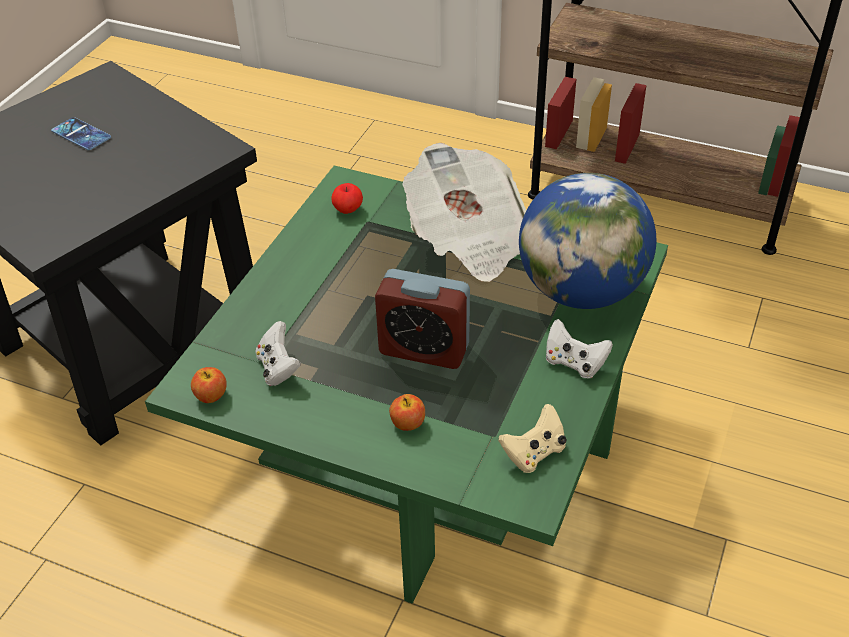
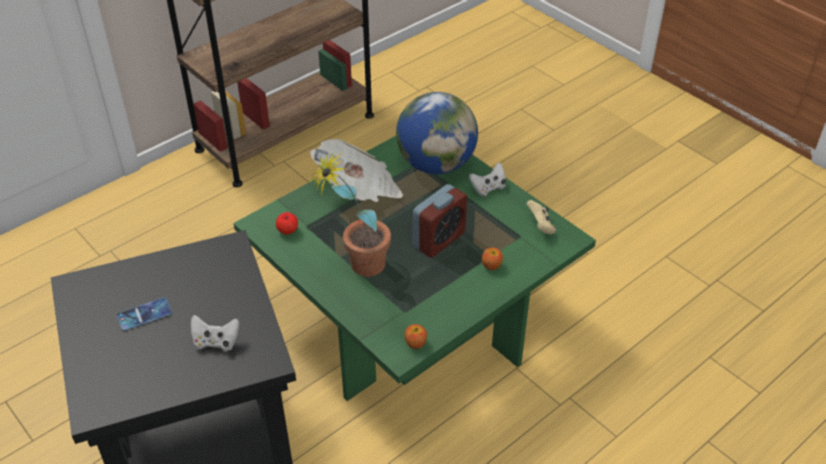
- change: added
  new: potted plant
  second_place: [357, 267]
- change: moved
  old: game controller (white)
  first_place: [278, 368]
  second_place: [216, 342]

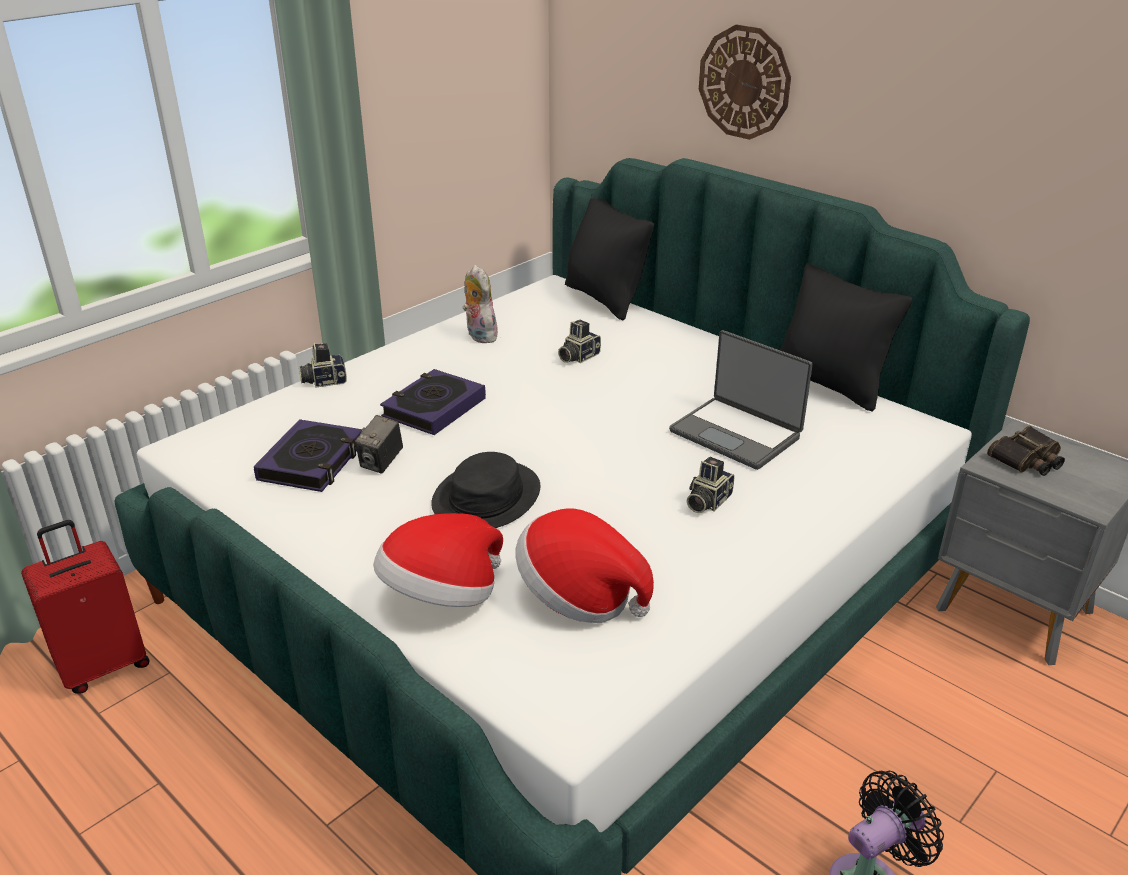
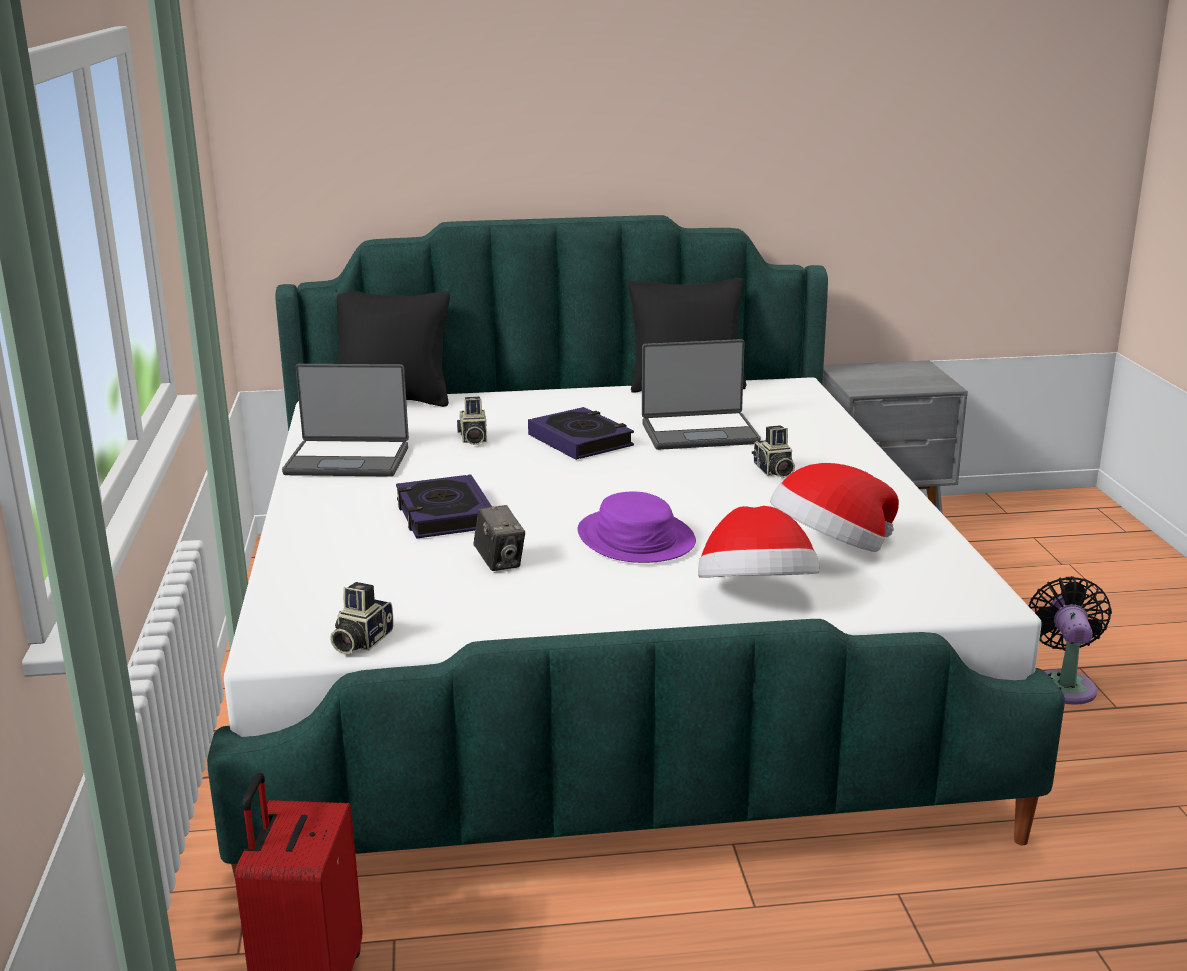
- change: removed
  old: wall clock
  first_place: [744, 82]
- change: removed
  old: binoculars
  first_place: [1027, 459]
- change: moved
  old: book
  first_place: [312, 462]
  second_place: [580, 441]
- change: moved
  old: photo camera
  first_place: [324, 381]
  second_place: [360, 641]
- change: replaced
  old: plush toy
  new: laptop
  first_place: [479, 336]
  second_place: [348, 460]
- change: recoloured
  old: hat (black)
  new: hat (purple)
  first_place: [486, 497]
  second_place: [635, 538]

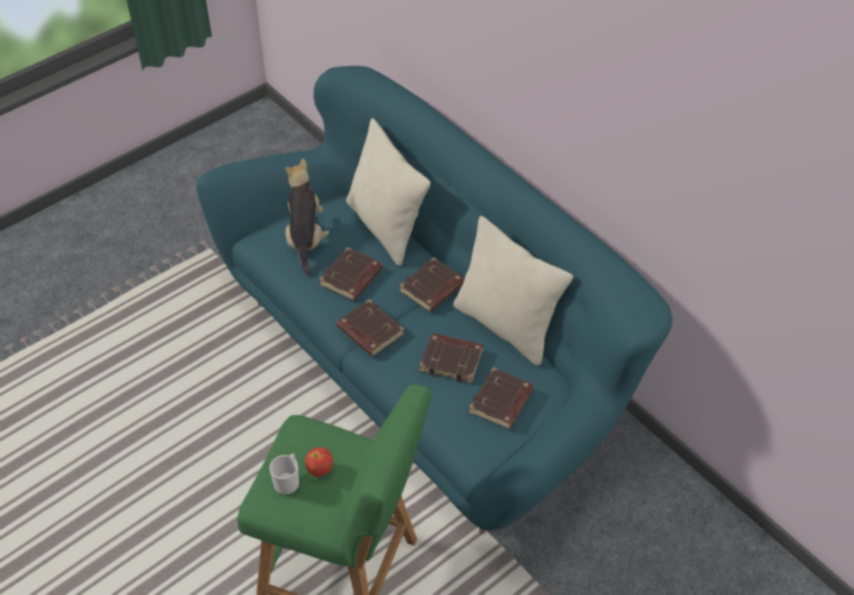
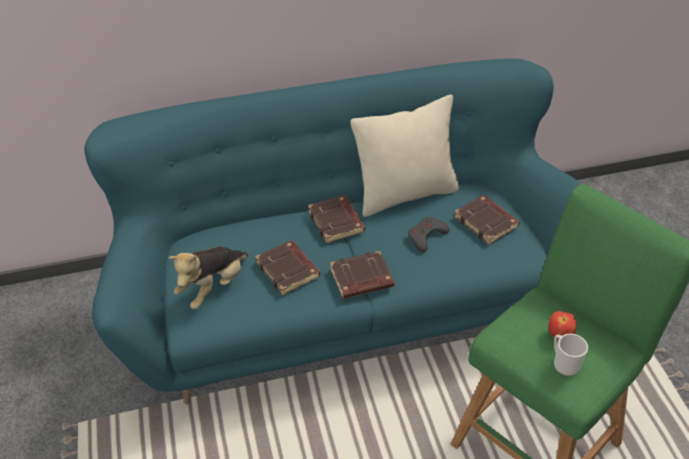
- change: removed
  old: pillow (beige)
  first_place: [386, 227]
- change: replaced
  old: book (brown)
  new: game controller (grey)
  first_place: [452, 360]
  second_place: [426, 236]
- change: turned
  old: plush toy
  first_place: [306, 238]
  second_place: [213, 288]
  degrees: -75

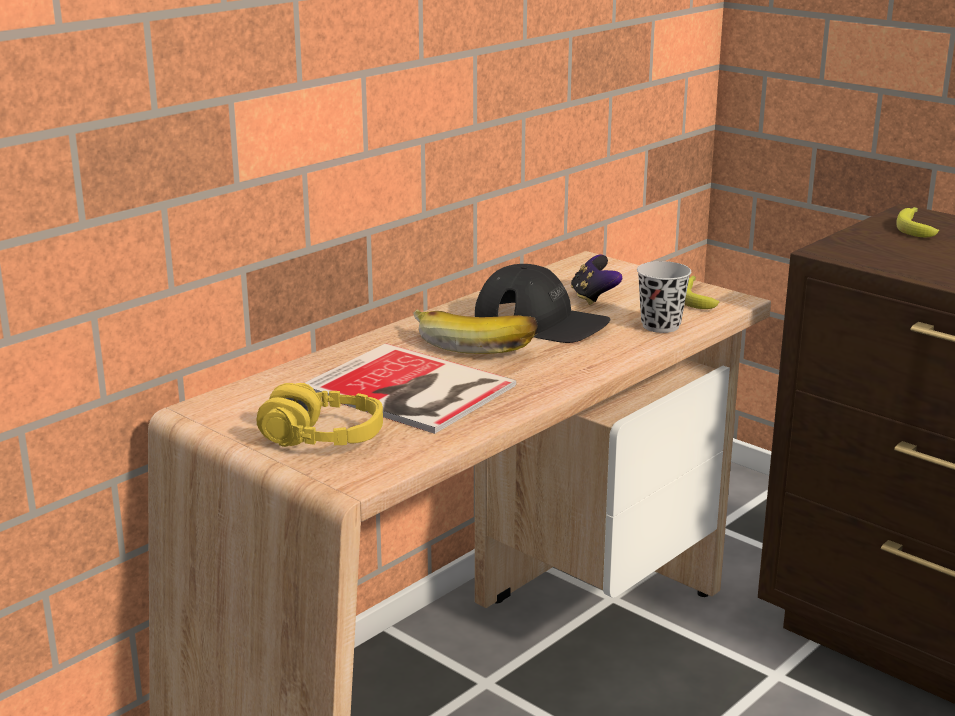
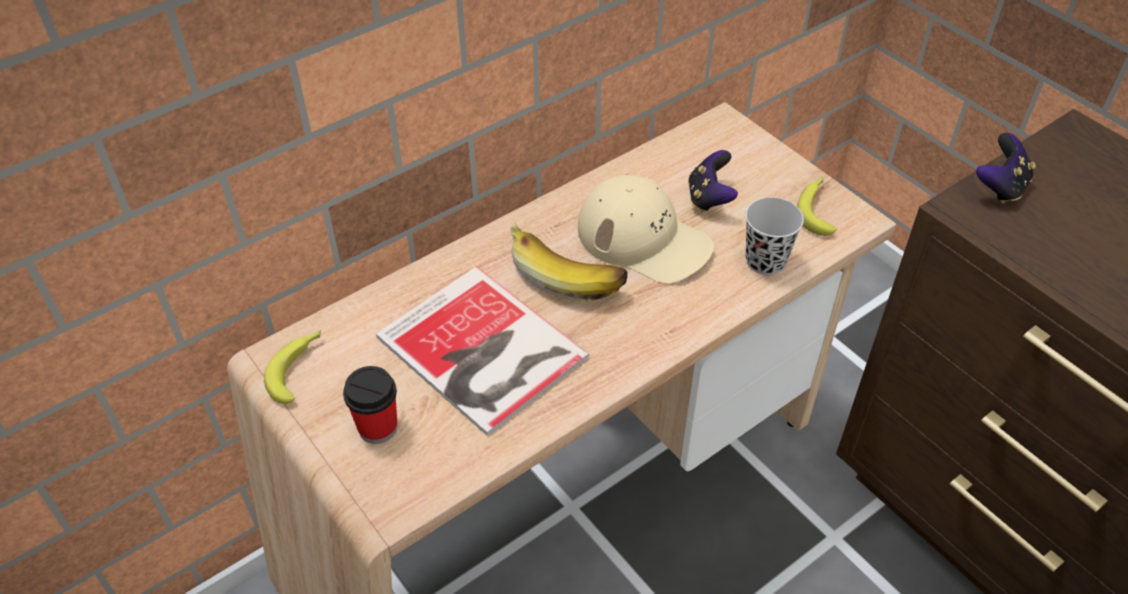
- change: added
  new: game controller
  second_place: [1000, 187]
- change: moved
  old: banana
  first_place: [916, 227]
  second_place: [298, 369]
- change: replaced
  old: headphones (yellow)
  new: cup
  first_place: [322, 437]
  second_place: [378, 427]
- change: recoloured
  old: cap (black)
  new: cap (beige)
  first_place: [541, 322]
  second_place: [644, 239]

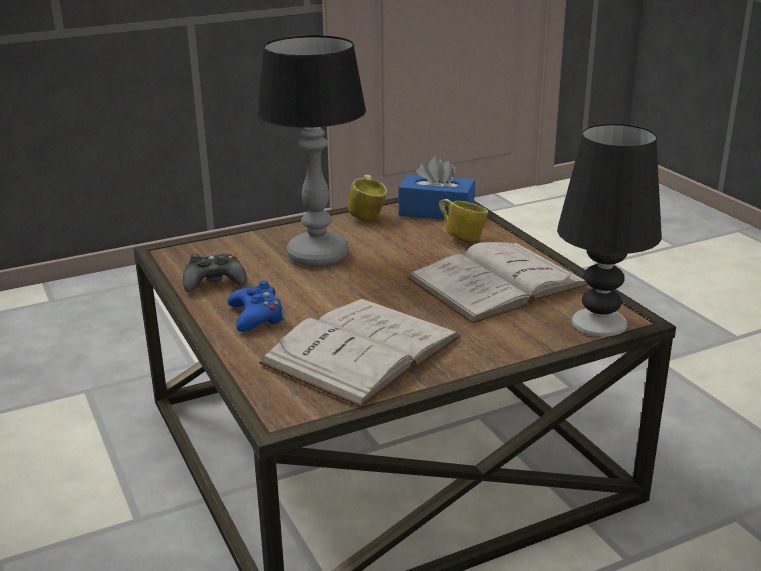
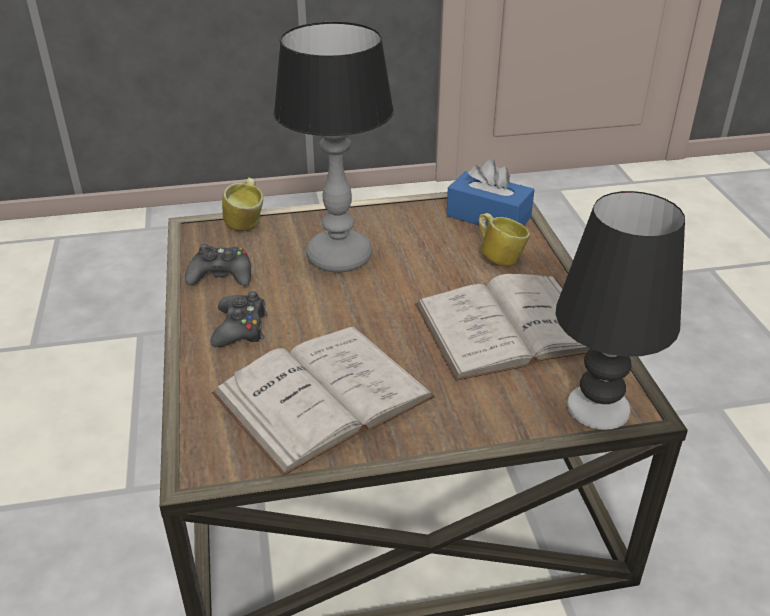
- change: moved
  old: mug
  first_place: [368, 215]
  second_place: [247, 223]
- change: recoloured
  old: game controller (blue)
  new: game controller (black)
  first_place: [256, 316]
  second_place: [240, 328]

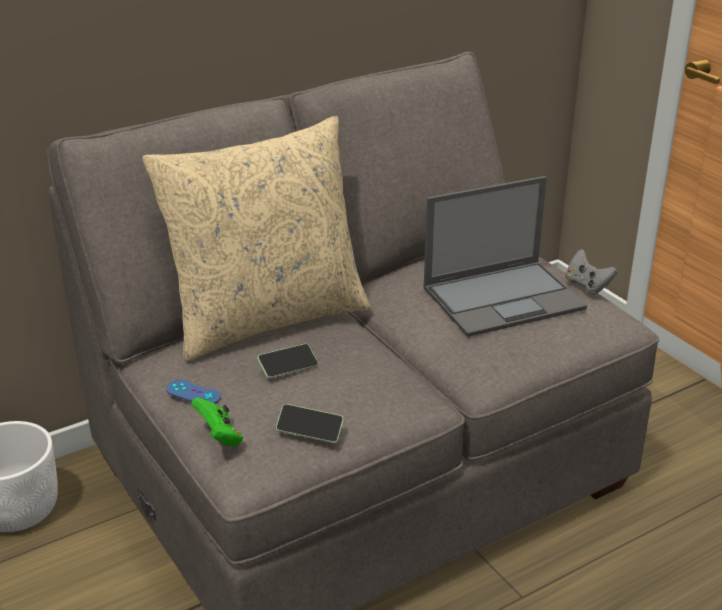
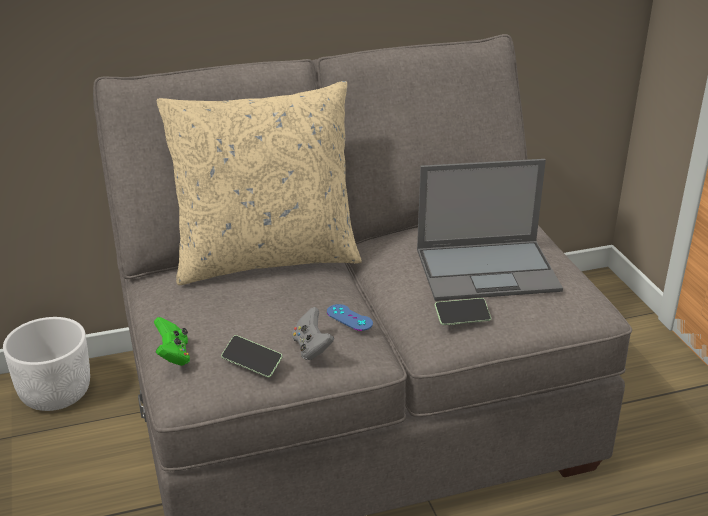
- change: moved
  old: game controller (blue)
  first_place: [193, 393]
  second_place: [349, 318]
- change: moved
  old: phone
  first_place: [288, 368]
  second_place: [462, 318]
- change: moved
  old: game controller (grey)
  first_place: [587, 285]
  second_place: [311, 348]

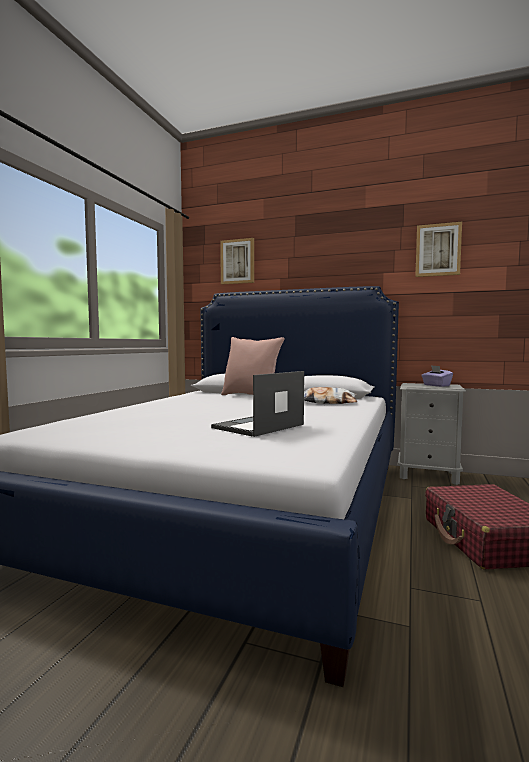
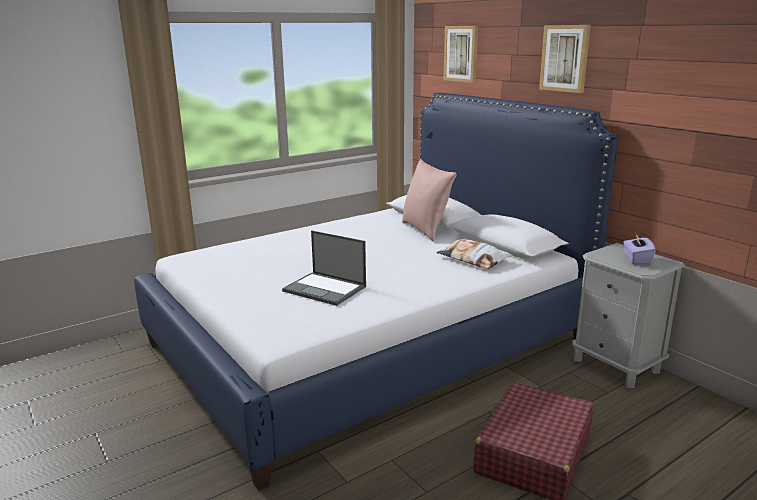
- change: moved
  old: picture
  first_place: [438, 250]
  second_place: [565, 58]
- change: turned
  old: laptop
  first_place: [258, 426]
  second_place: [325, 289]
  degrees: -135

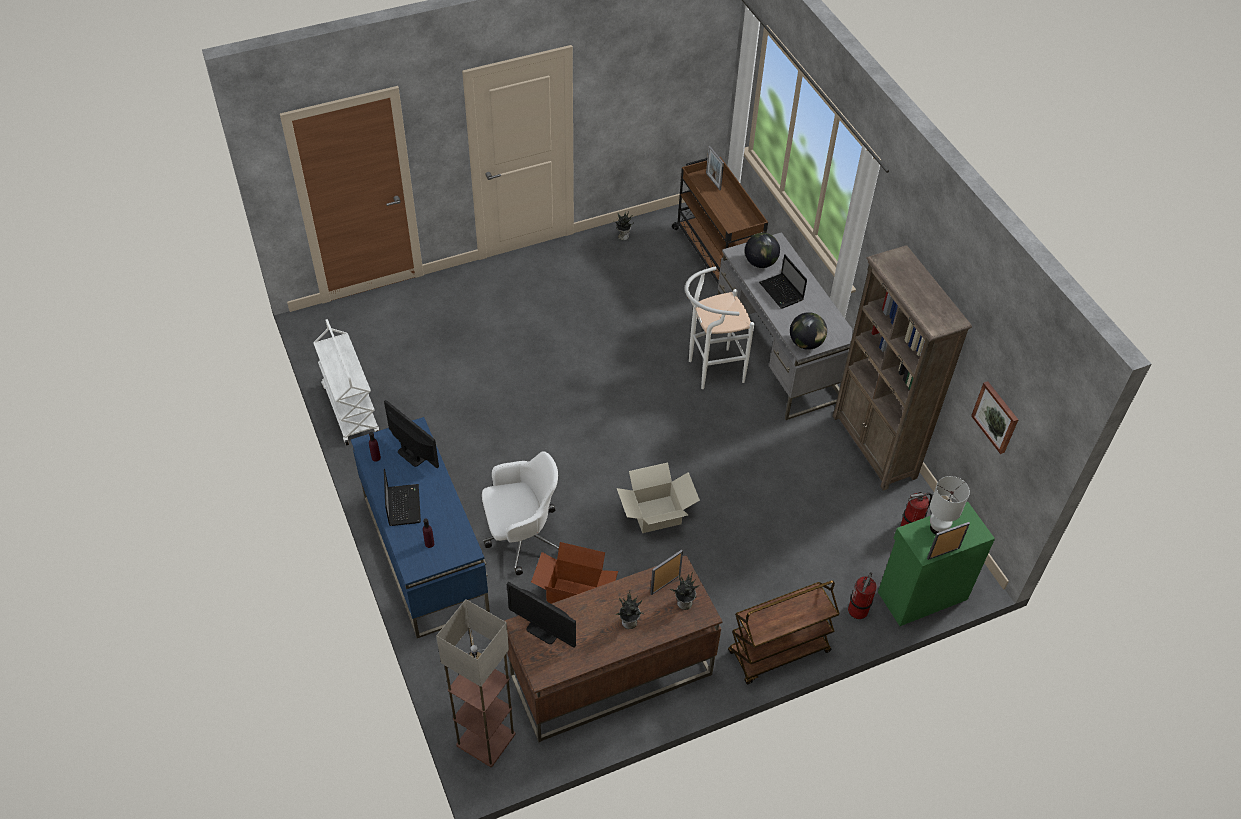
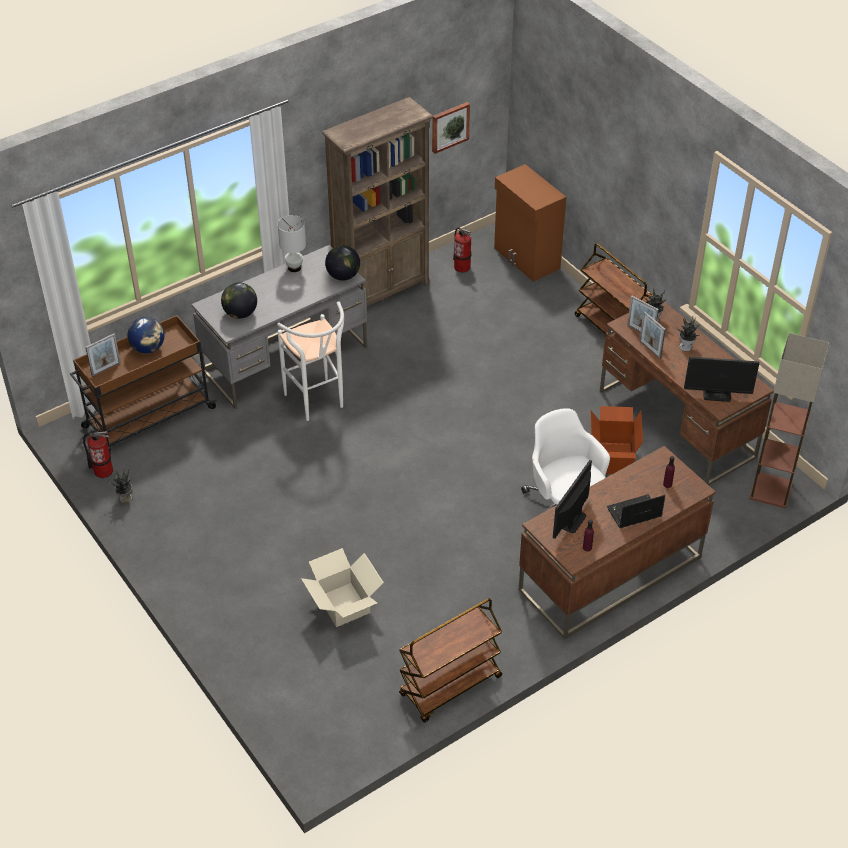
- change: removed
  old: laptop
  first_place: [782, 292]
- change: added
  new: globe
  second_place: [148, 348]
- change: moved
  old: cardboard box
  first_place: [656, 514]
  second_place: [343, 605]
- change: moved
  old: fire extinguisher
  first_place: [858, 610]
  second_place: [103, 471]
- change: moved
  old: picture frame
  first_place: [943, 553]
  second_place: [650, 349]
- change: moved
  old: table lamp (white)
  first_place: [937, 528]
  second_place: [294, 268]
- change: recoloured
  old: cart (white)
  new: cart (brown)
  first_place: [350, 410]
  second_place: [450, 687]
- change: recoloured
  old: desk (blue)
  new: desk (brown)
  first_place: [425, 554]
  second_place: [609, 574]
- change: recoloured
  old: cabinet (green)
  new: cabinet (brown)
  first_place: [921, 594]
  second_place: [526, 259]
- change: turned
  old: monitor
  first_place: [544, 630]
  second_place: [717, 394]
  degrees: 75

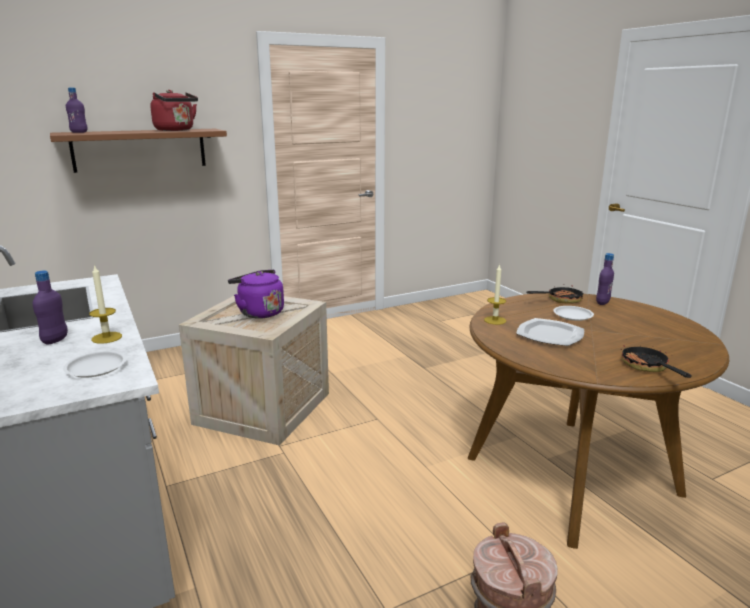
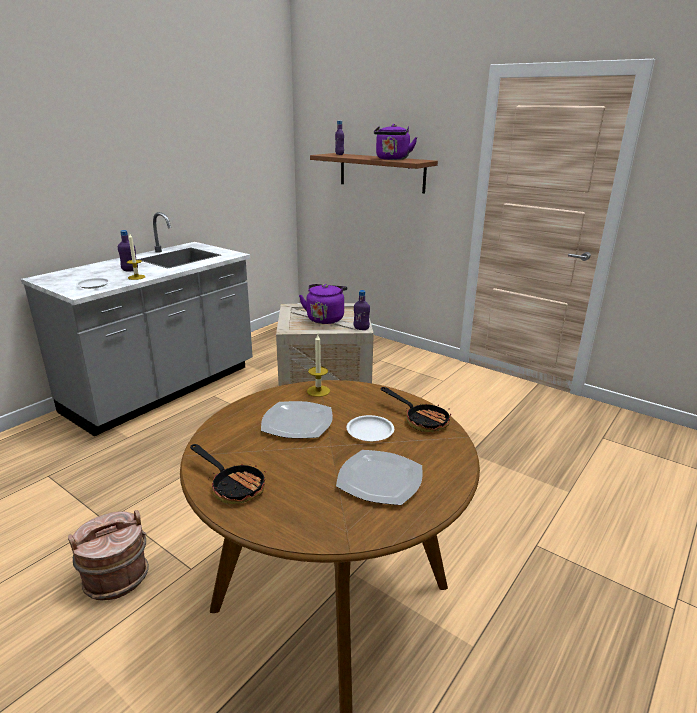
- change: added
  new: plate
  second_place: [380, 480]
- change: moved
  old: bottle (purple)
  first_place: [602, 302]
  second_place: [361, 329]
- change: recoloured
  old: kettle (red)
  new: kettle (purple)
  first_place: [176, 130]
  second_place: [392, 159]
- change: turned
  old: frying pan
  first_place: [648, 368]
  second_place: [233, 486]
  degrees: 75

